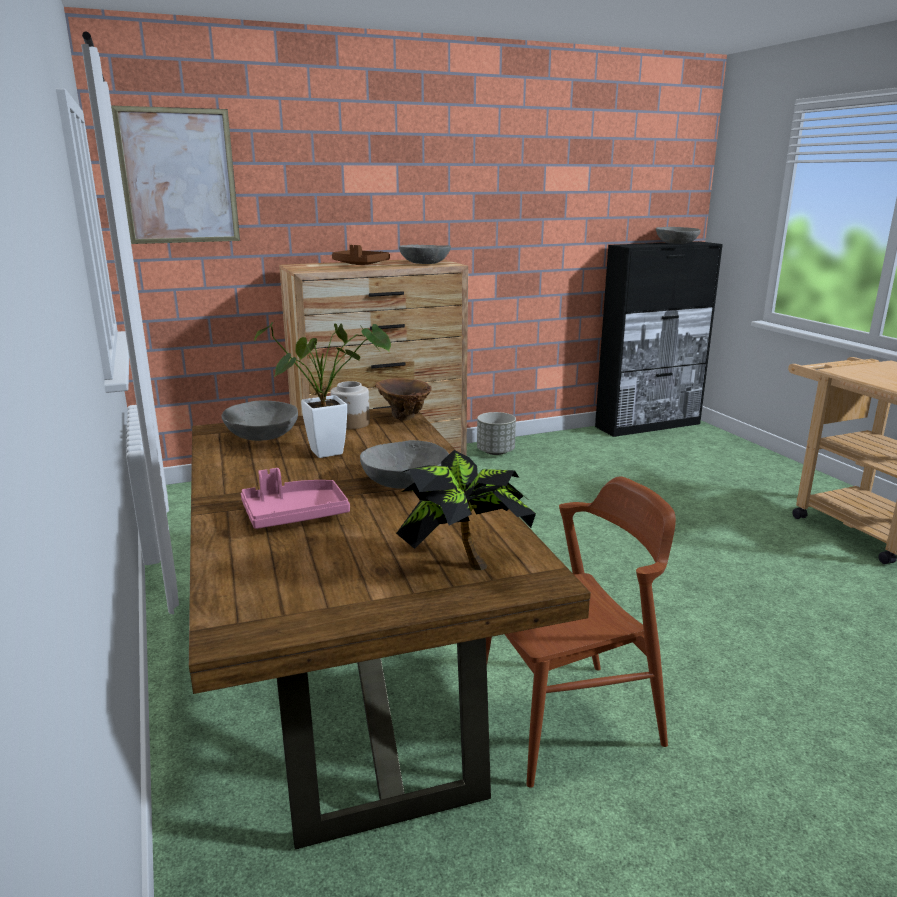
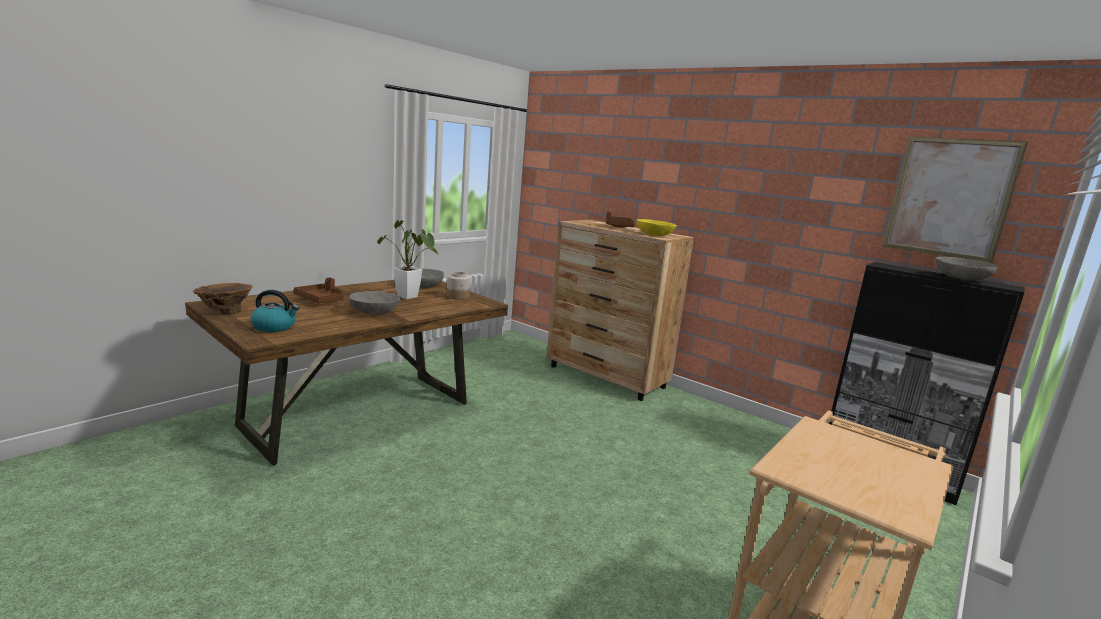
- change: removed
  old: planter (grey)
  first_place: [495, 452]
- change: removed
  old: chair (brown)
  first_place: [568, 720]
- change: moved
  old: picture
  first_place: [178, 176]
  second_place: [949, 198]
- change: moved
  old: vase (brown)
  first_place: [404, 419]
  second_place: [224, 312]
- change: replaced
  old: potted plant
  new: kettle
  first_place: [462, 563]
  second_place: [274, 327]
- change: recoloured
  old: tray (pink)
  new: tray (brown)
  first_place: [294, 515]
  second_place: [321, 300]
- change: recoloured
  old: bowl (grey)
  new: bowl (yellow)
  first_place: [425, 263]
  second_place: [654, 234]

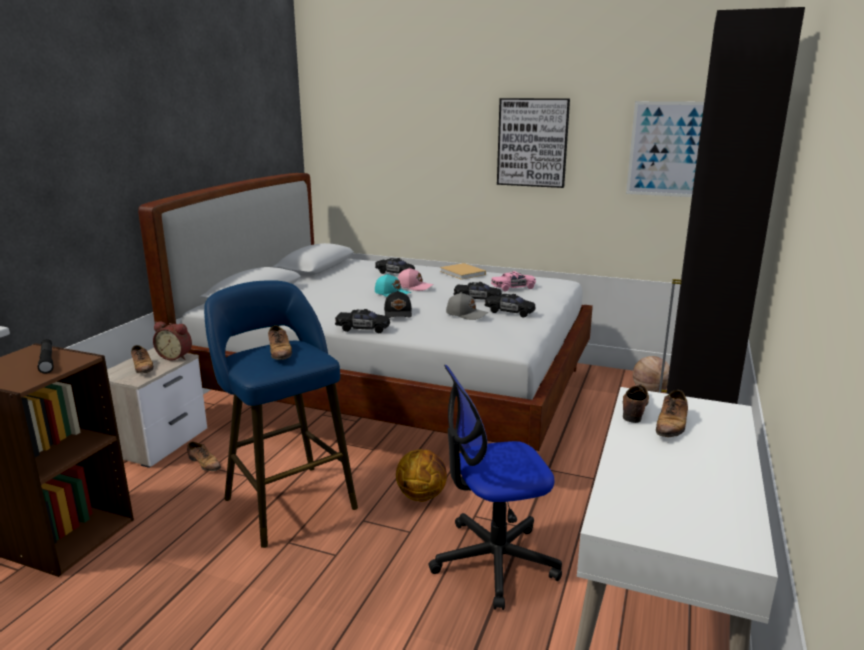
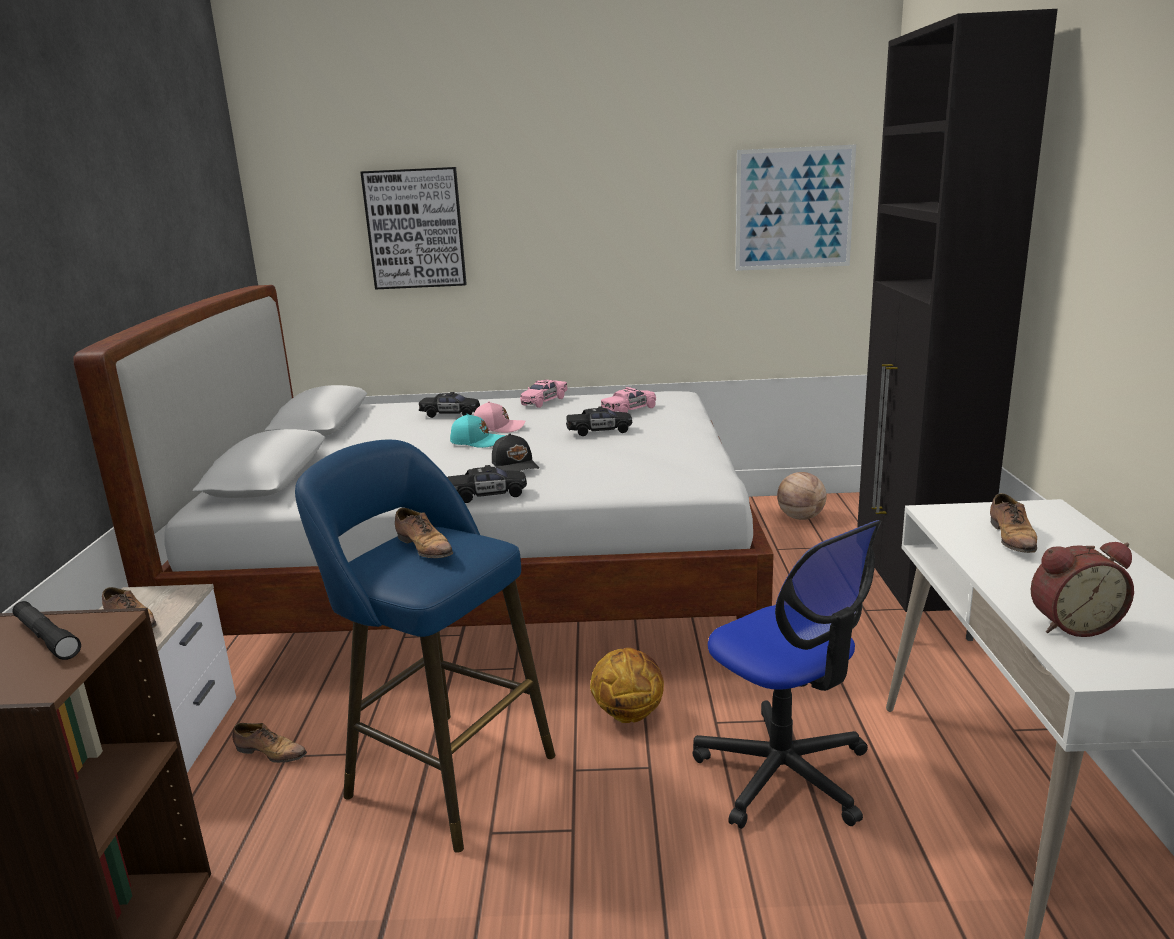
- change: removed
  old: cap (grey)
  first_place: [466, 314]
- change: removed
  old: toy car (black)
  first_place: [510, 312]
- change: removed
  old: shoe
  first_place: [634, 408]
- change: moved
  old: alarm clock
  first_place: [176, 356]
  second_place: [1072, 624]
- change: moved
  old: picture
  first_place: [532, 142]
  second_place: [415, 229]
- change: replaced
  old: book (beige)
  new: toy car (pink)
  first_place: [463, 273]
  second_place: [544, 401]
- change: turned
  old: office chair
  first_place: [494, 561]
  second_place: [783, 774]
  degrees: -90

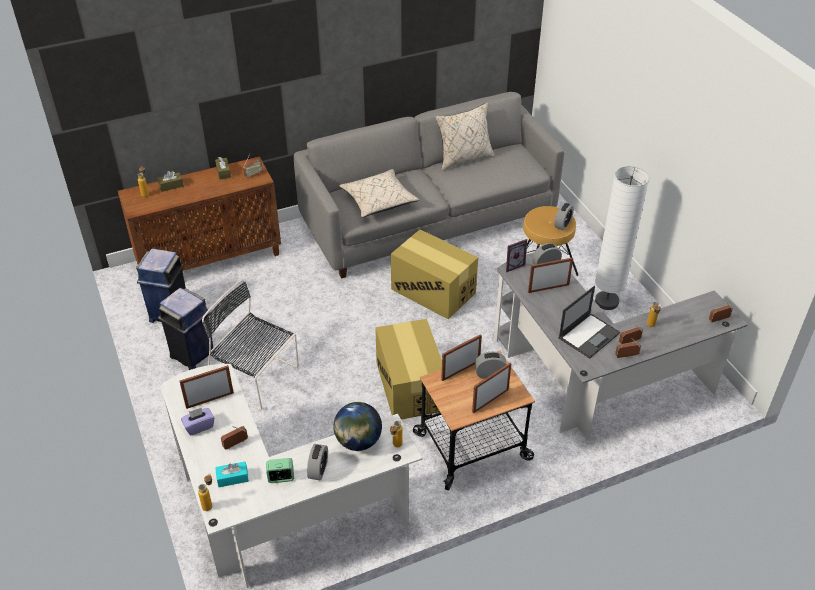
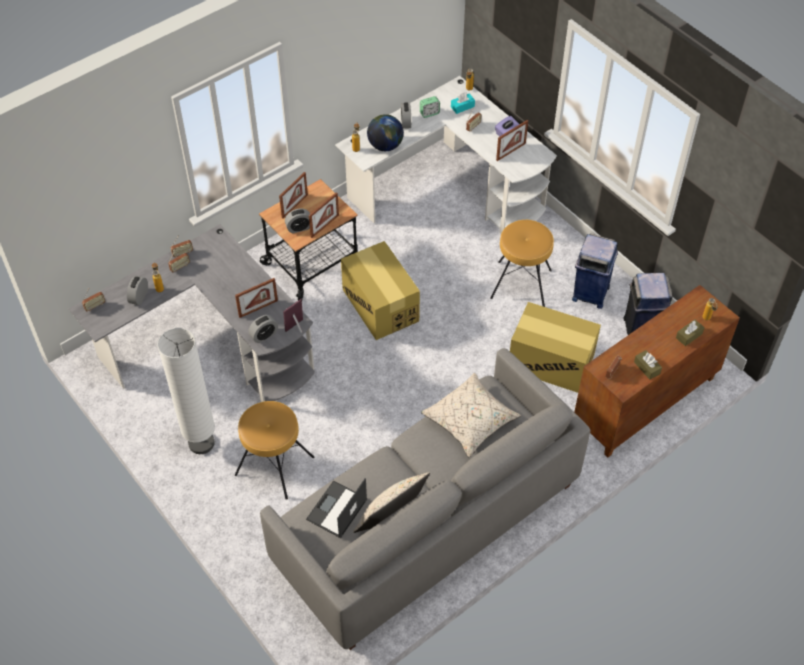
- change: moved
  old: cardboard box
  first_place: [433, 291]
  second_place: [551, 362]
- change: moved
  old: alarm clock
  first_place: [562, 224]
  second_place: [139, 297]
- change: moved
  old: laptop
  first_place: [589, 335]
  second_place: [336, 510]
- change: replaced
  old: chair (black)
  new: stool (brown)
  first_place: [256, 377]
  second_place: [521, 284]

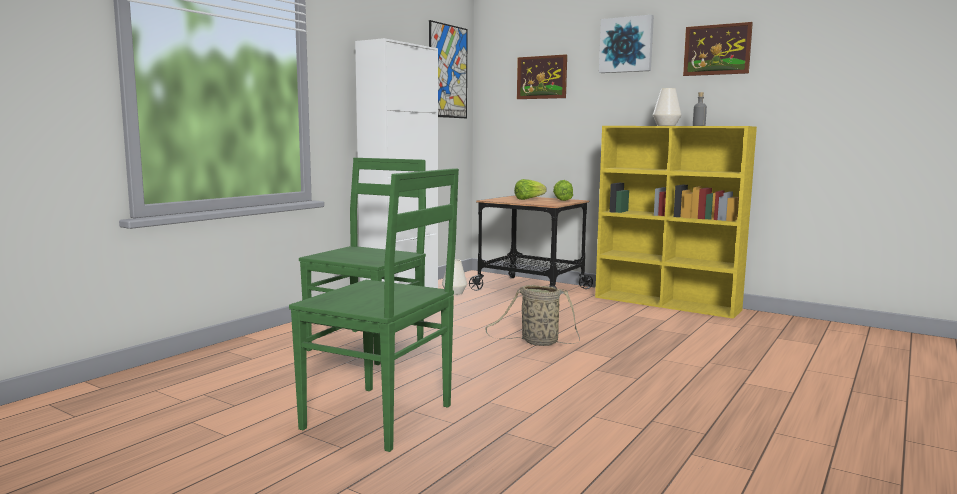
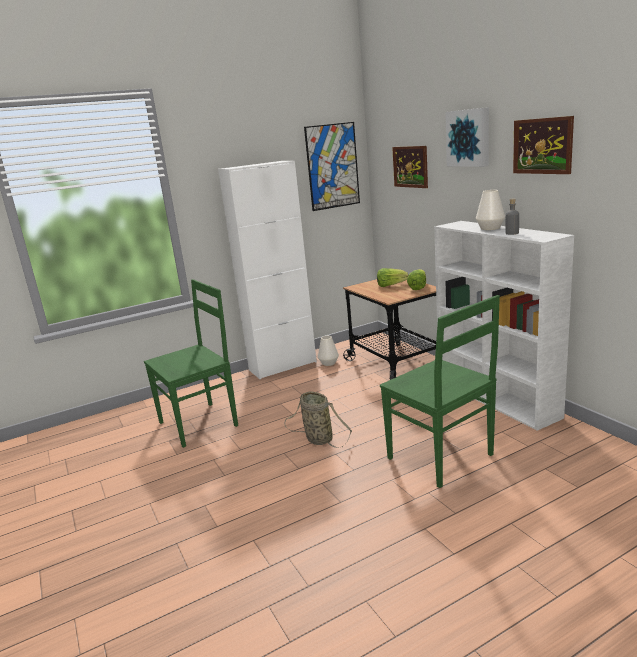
- change: moved
  old: chair (green)
  first_place: [381, 418]
  second_place: [442, 457]
- change: recoloured
  old: bookcase (yellow)
  new: bookcase (white)
  first_place: [667, 303]
  second_place: [497, 398]

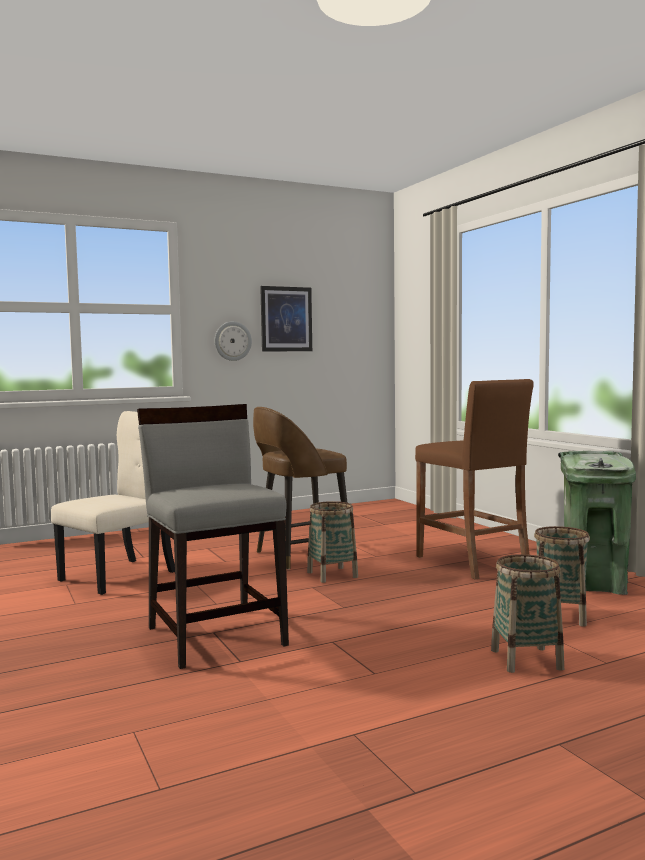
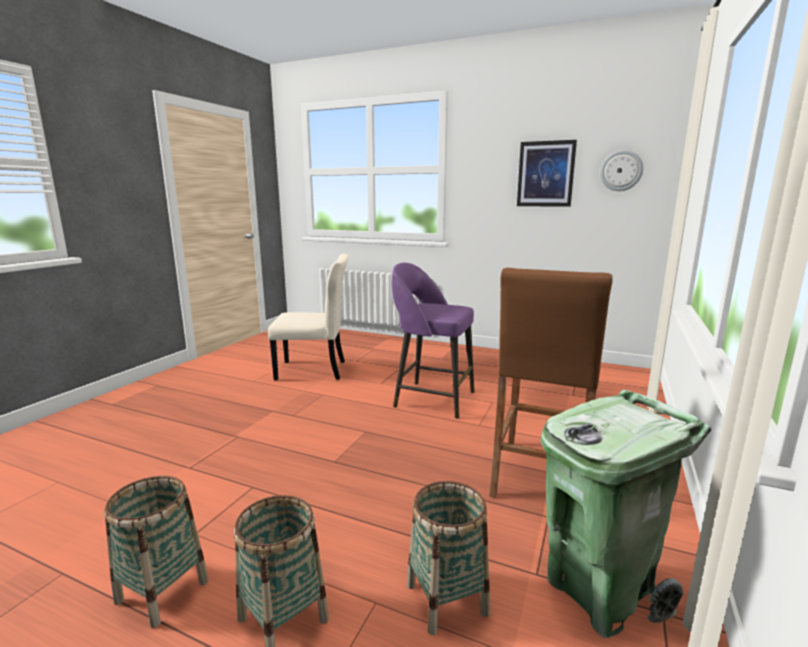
- change: removed
  old: chair (grey)
  first_place: [216, 635]
- change: moved
  old: wall clock
  first_place: [232, 341]
  second_place: [621, 170]
- change: moved
  old: basket
  first_place: [332, 574]
  second_place: [162, 591]
- change: recoloured
  old: stool (brown)
  new: stool (purple)
  first_place: [301, 555]
  second_place: [432, 399]

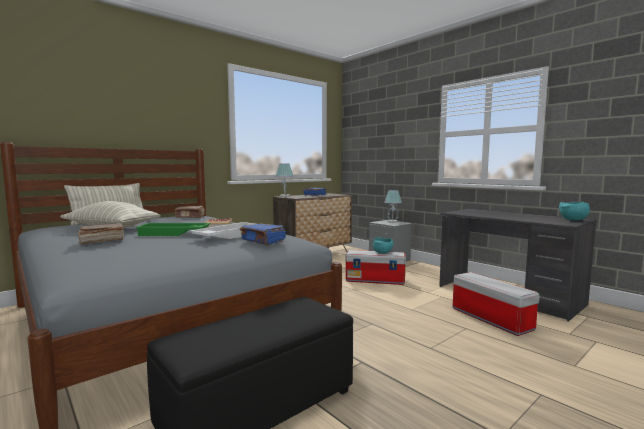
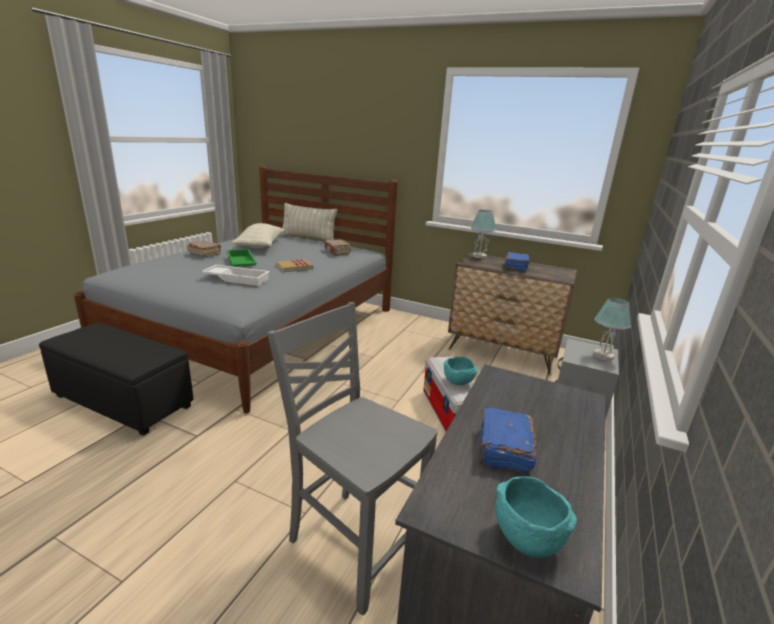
- change: moved
  old: book (blue)
  first_place: [263, 241]
  second_place: [503, 450]
- change: replaced
  old: storage box
  new: chair (grey)
  first_place: [489, 318]
  second_place: [353, 542]

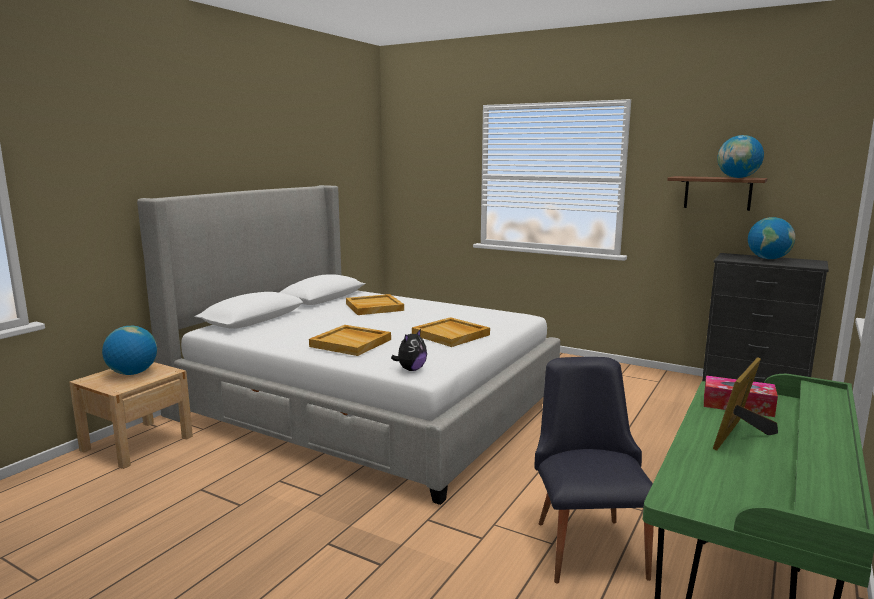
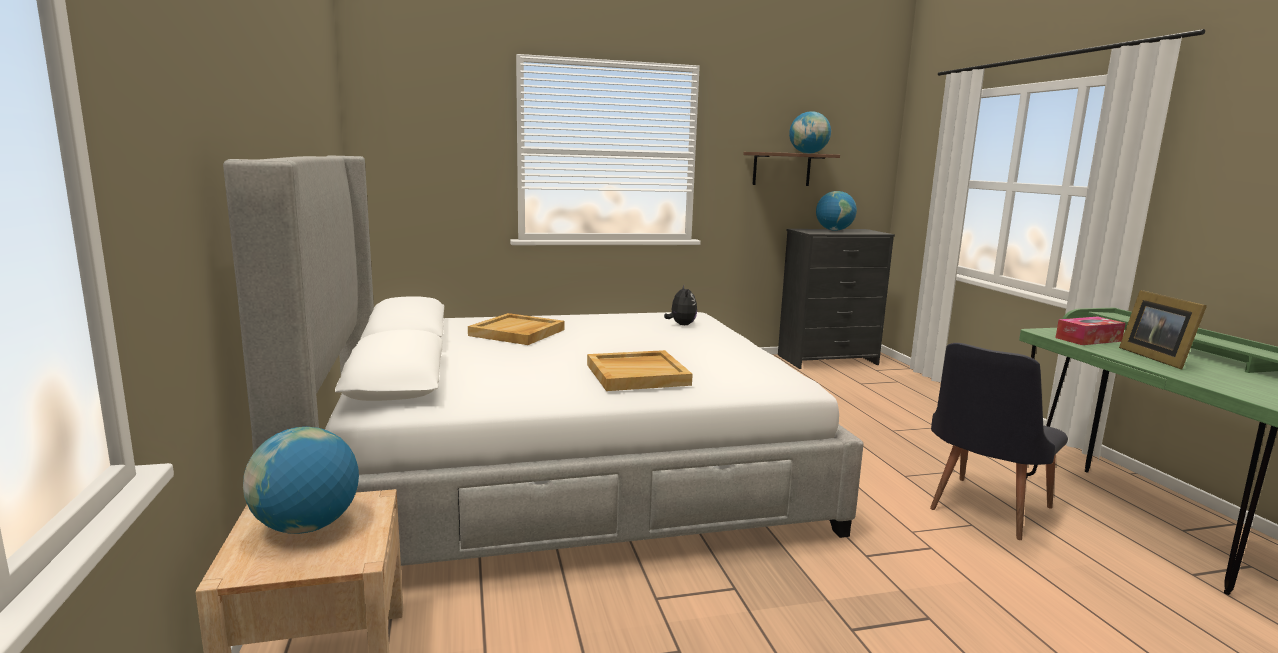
- change: removed
  old: tray (beige)
  first_place: [451, 335]
- change: moved
  old: plush toy
  first_place: [411, 369]
  second_place: [681, 325]
- change: turned
  old: chair (black)
  first_place: [587, 541]
  second_place: [983, 511]
  degrees: -90

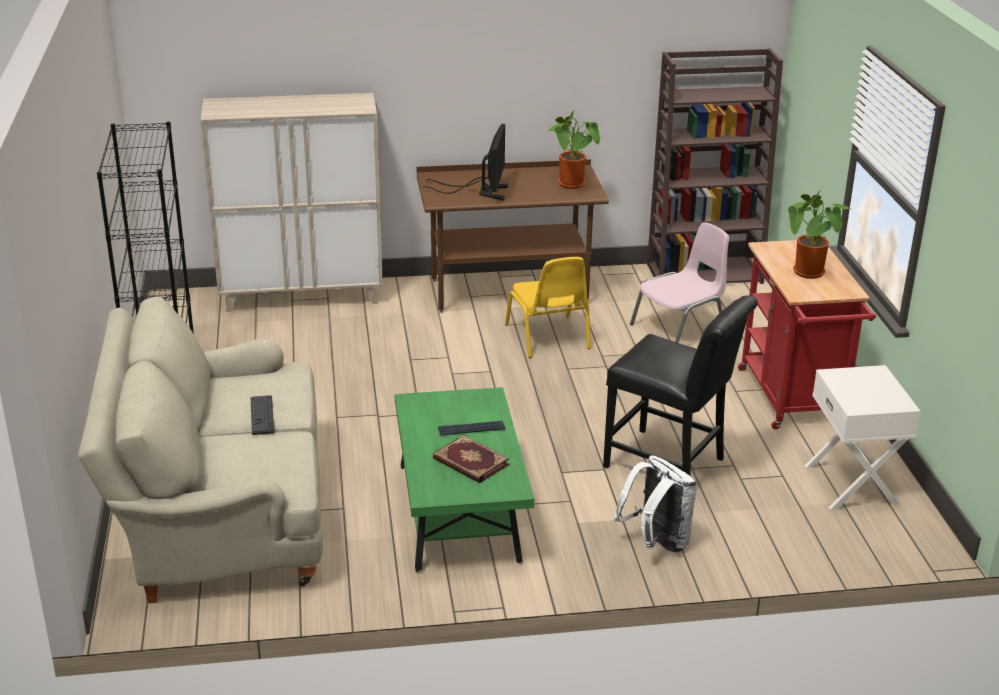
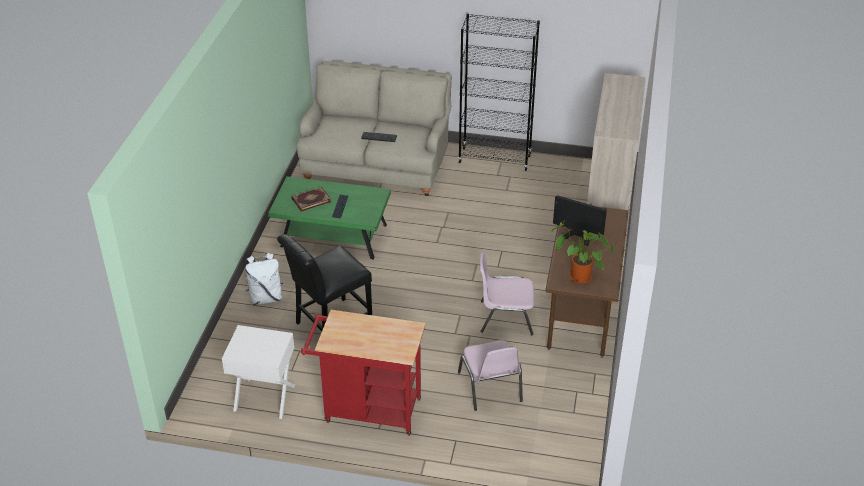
- change: removed
  old: bookcase (brown)
  first_place: [705, 273]
- change: removed
  old: potted plant
  first_place: [810, 274]
- change: recoloured
  old: chair (yellow)
  new: chair (pink)
  first_place: [548, 337]
  second_place: [505, 317]

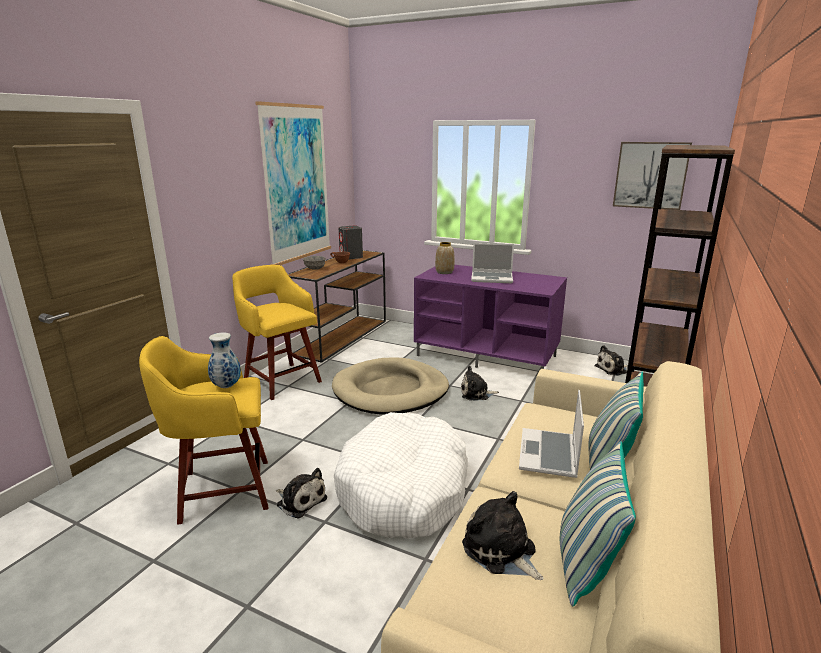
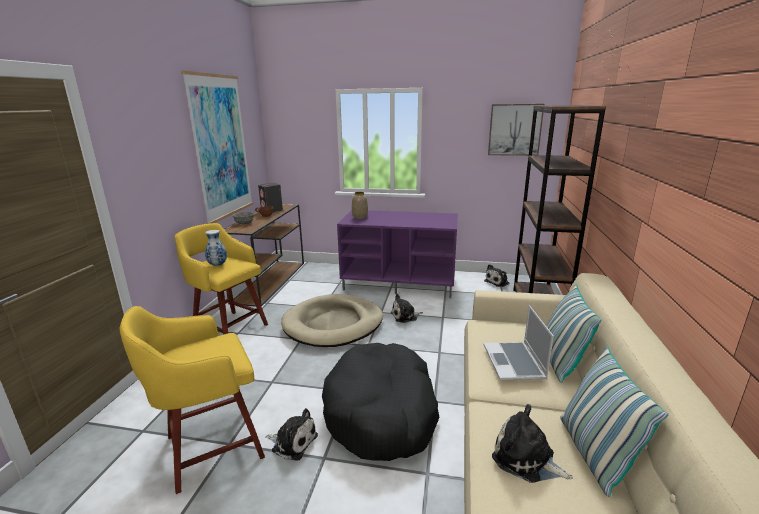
- change: removed
  old: laptop
  first_place: [492, 278]
- change: moved
  old: vase
  first_place: [226, 386]
  second_place: [217, 265]
- change: recoloured
  old: dog bed (white)
  new: dog bed (black)
  first_place: [403, 489]
  second_place: [382, 412]

